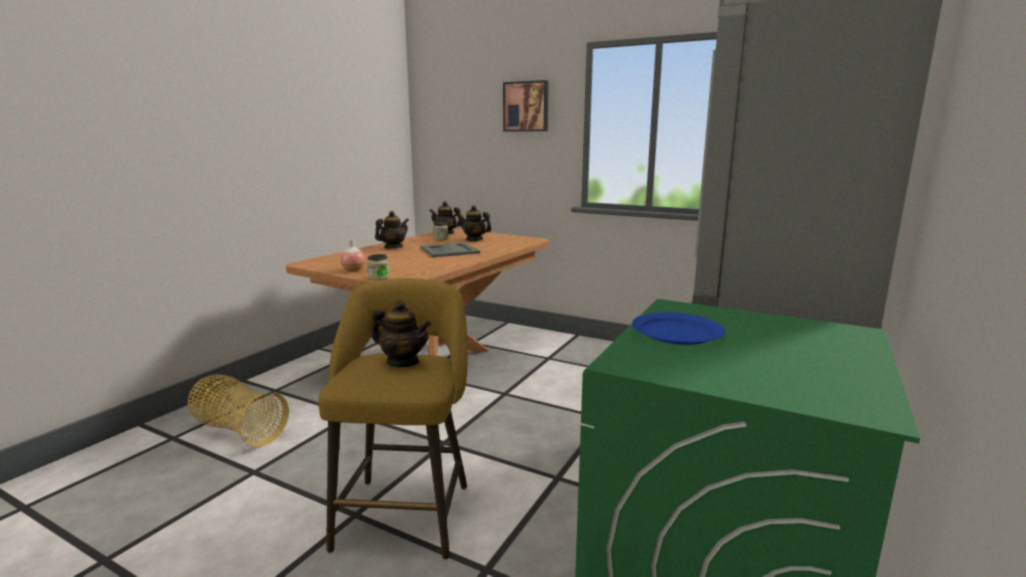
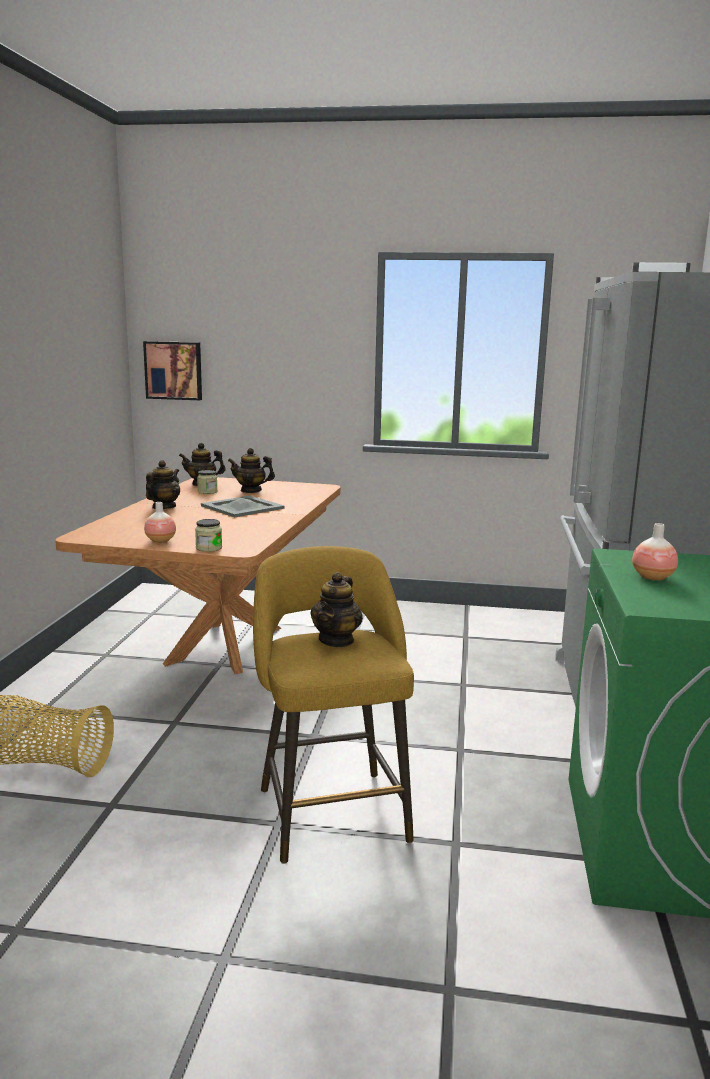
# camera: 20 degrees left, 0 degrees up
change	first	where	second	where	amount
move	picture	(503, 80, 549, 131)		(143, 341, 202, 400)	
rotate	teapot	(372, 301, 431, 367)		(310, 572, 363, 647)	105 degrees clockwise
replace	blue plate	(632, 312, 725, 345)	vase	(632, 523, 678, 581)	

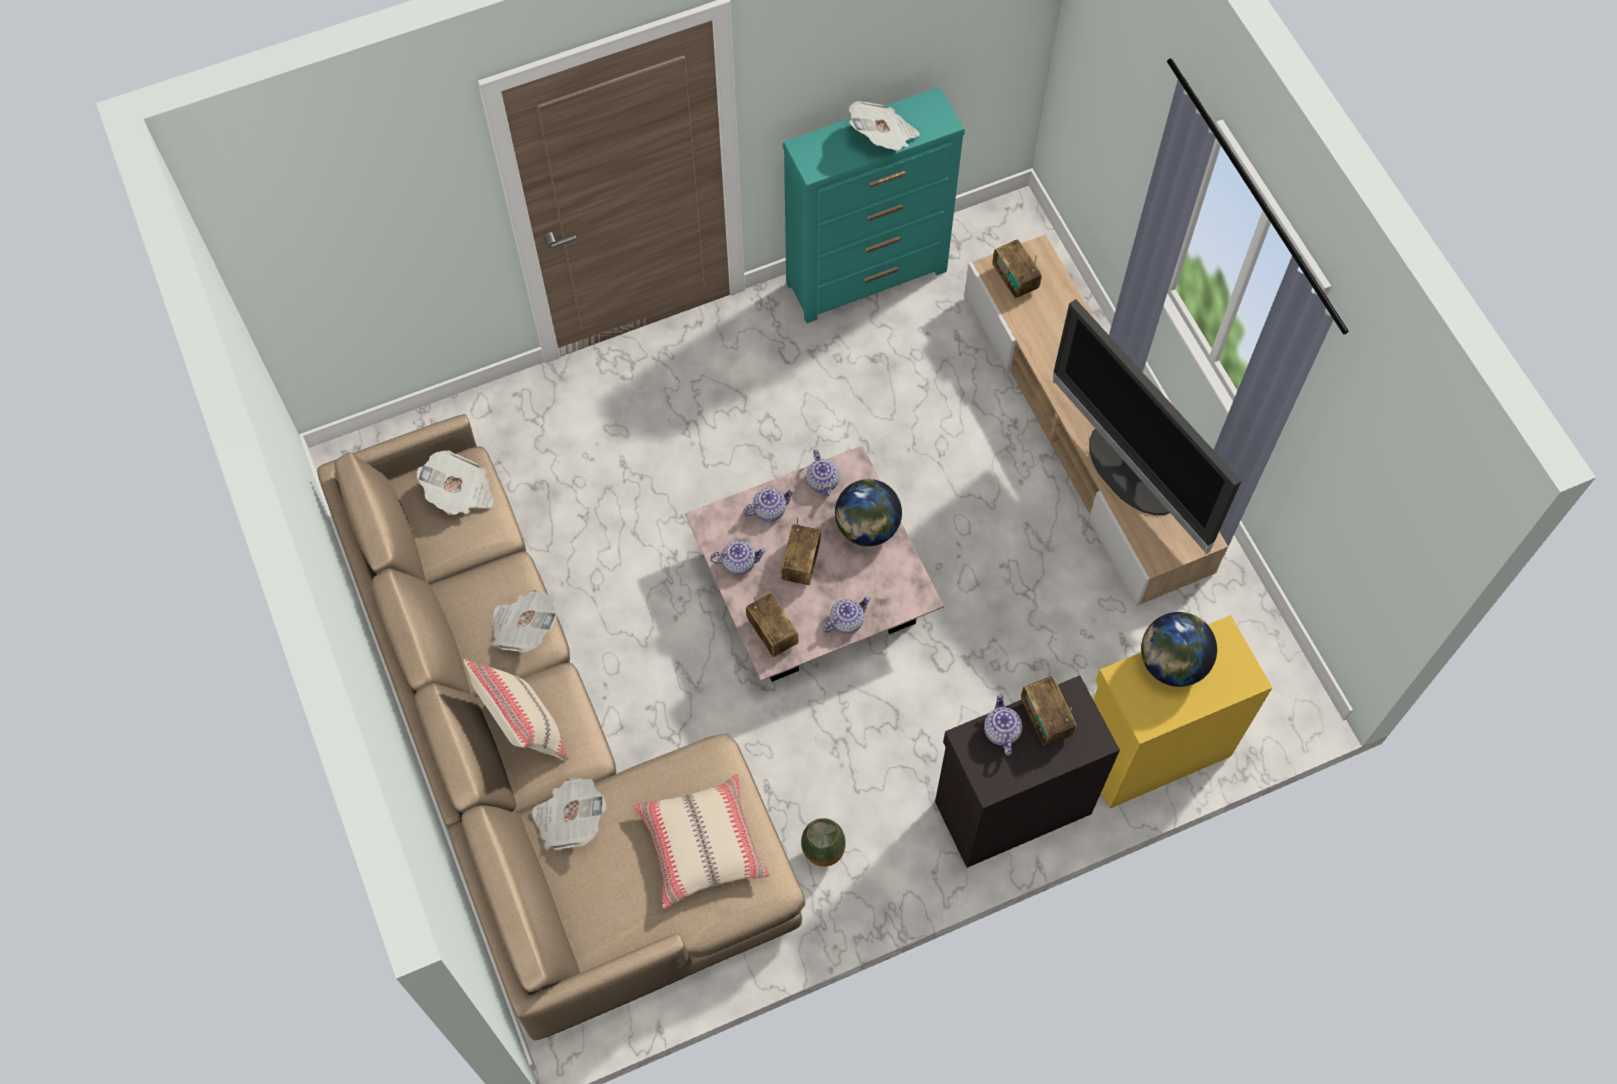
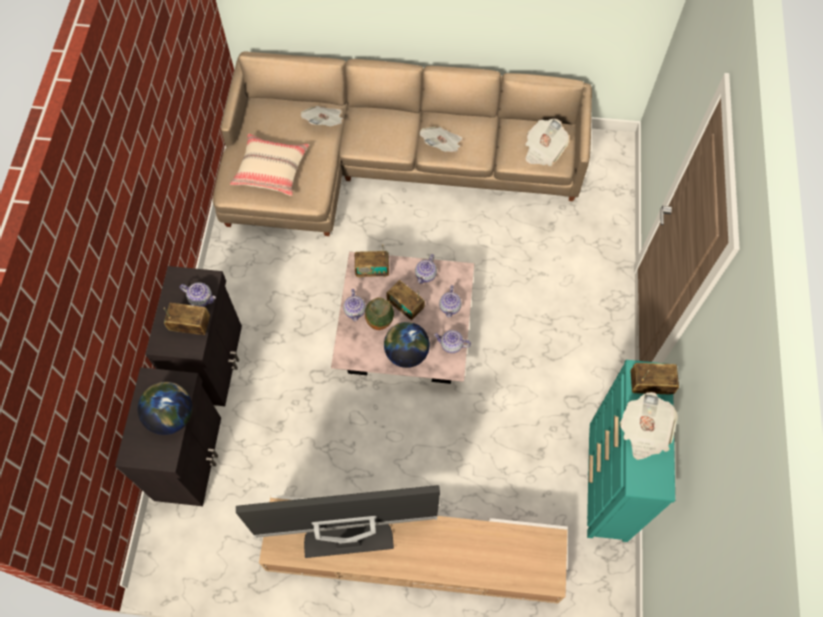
# camera: 120 degrees right, 0 degrees up
change	first	where	second	where	amount
move	radio	(993, 239, 1042, 299)		(631, 363, 679, 394)	
recolor	yellow cabinet	(1093, 615, 1273, 808)	black cabinet	(115, 367, 221, 506)	
delete	beige pillow	(464, 659, 568, 760)			
move	vase	(801, 818, 846, 867)		(365, 297, 394, 330)	

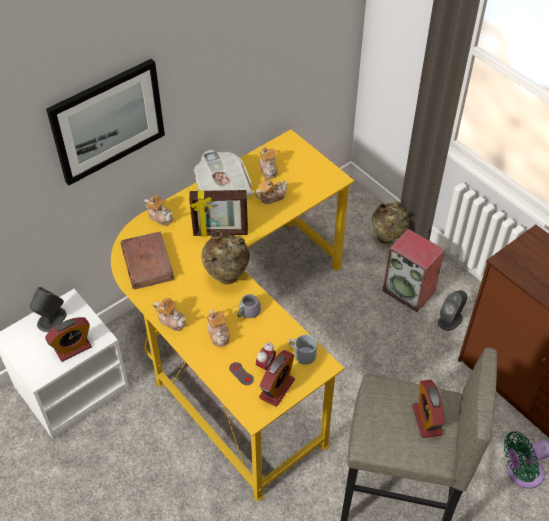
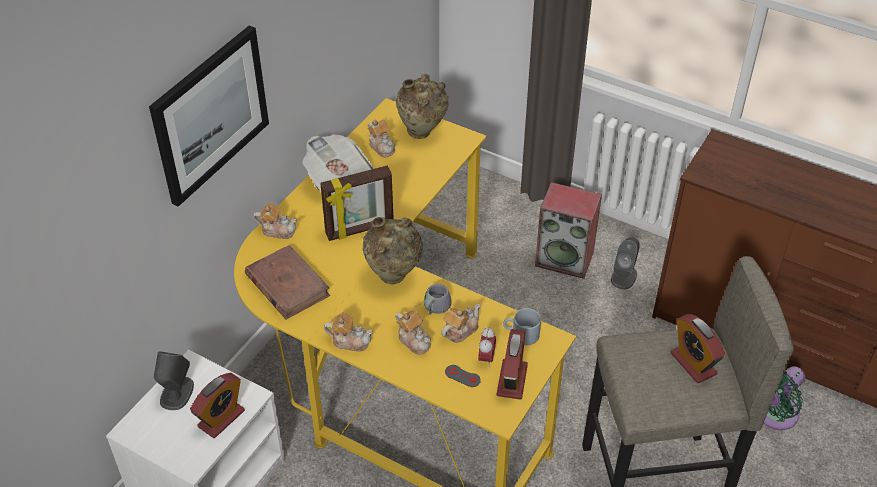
# camera: 20 degrees left, 5 degrees down
change	first	where	second	where	amount
move	teapot	(255, 178, 288, 204)		(441, 303, 480, 343)	
move	beige vase	(372, 202, 410, 244)		(396, 74, 449, 139)	

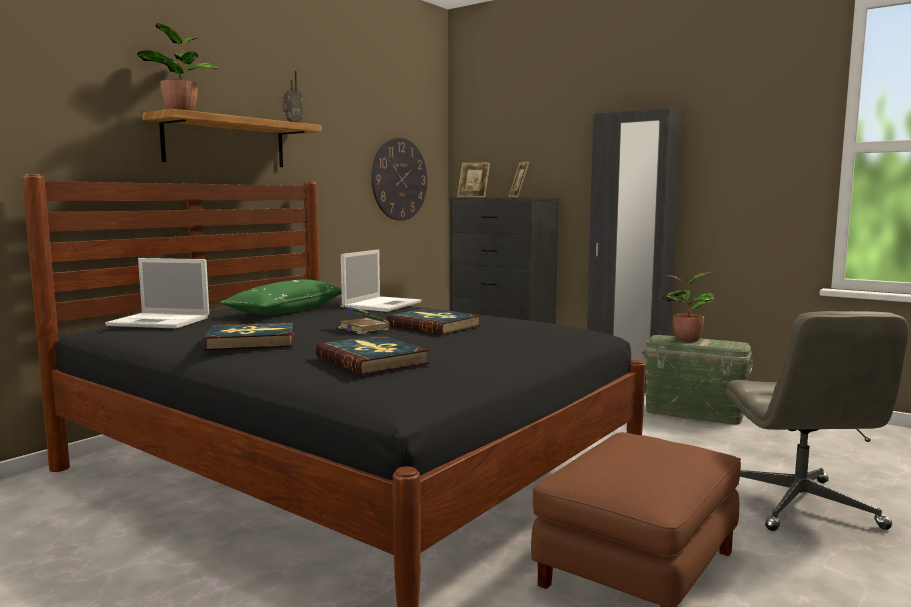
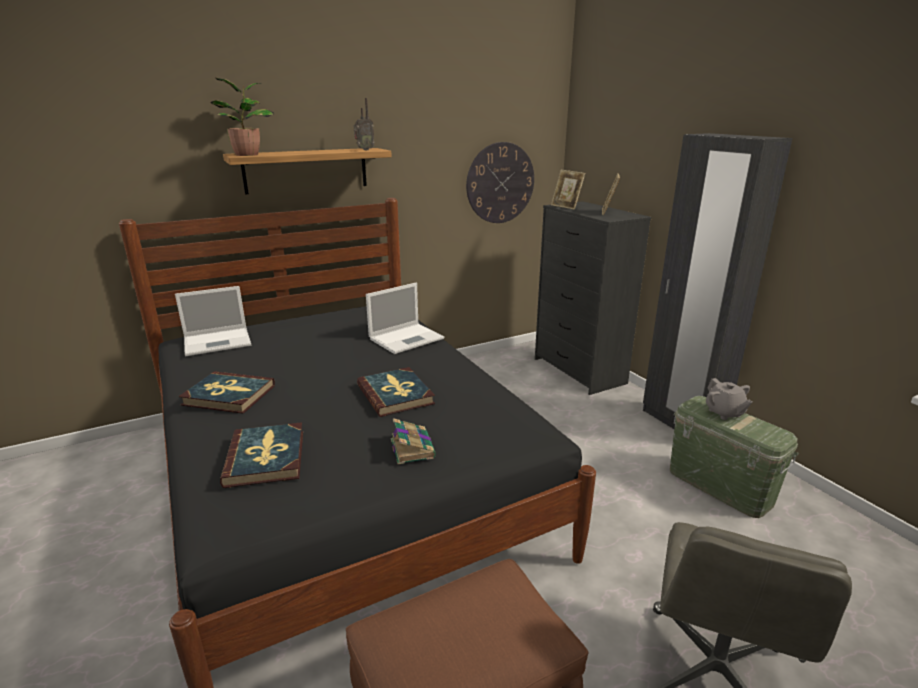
# camera: 25 degrees right, 15 degrees up
change	first	where	second	where	amount
rotate	laptop	(105, 258, 209, 328)		(175, 286, 251, 356)	60 degrees counterclockwise
replace	potted plant	(662, 272, 716, 342)	grey teapot	(706, 378, 753, 420)	
delete	green pillow	(219, 279, 342, 315)			
move	book	(338, 305, 390, 334)		(391, 418, 436, 464)	

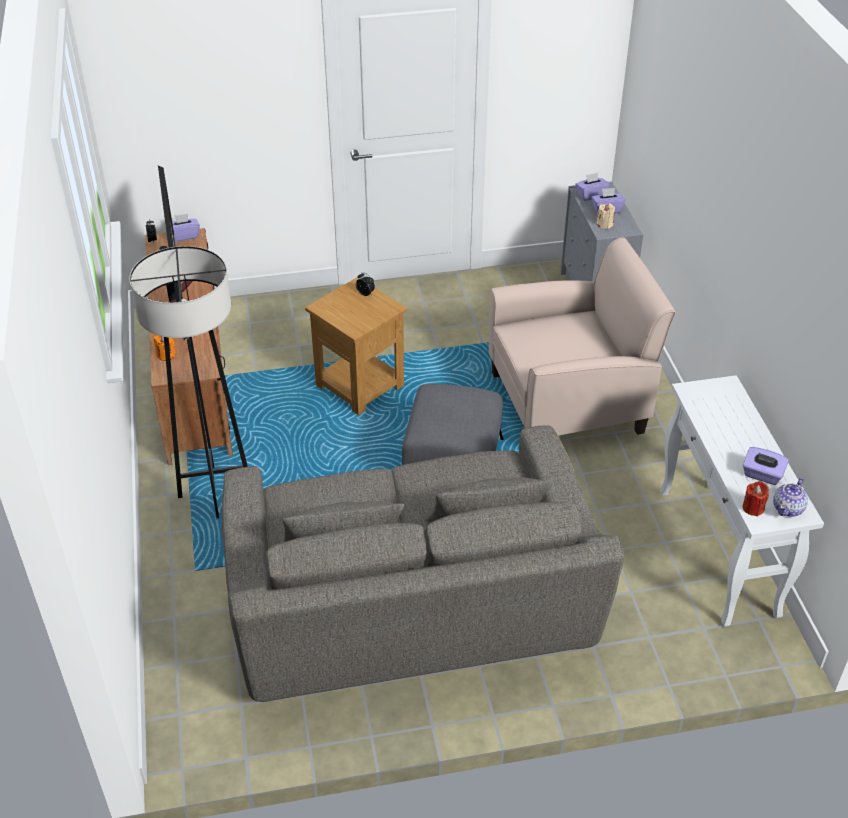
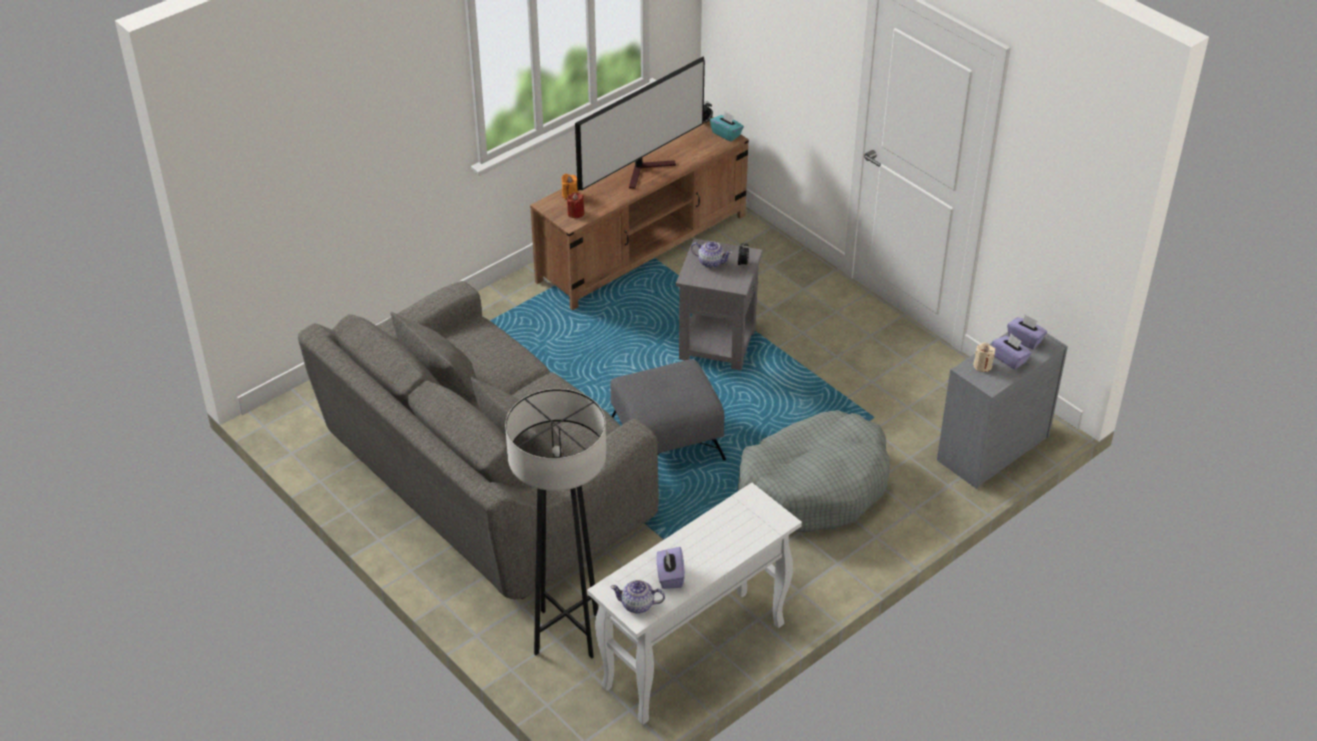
# camera: 60 degrees right, 0 degrees up
change	first	where	second	where	amount
recolor	purple tissue box	(172, 213, 200, 242)	turquoise tissue box	(710, 111, 744, 142)	
replace	beige armchair	(489, 237, 676, 436)	grey dog bed	(738, 410, 890, 532)	
move	grey floor lamp	(130, 246, 248, 518)		(505, 389, 606, 659)	
recolor	brown side table	(305, 278, 407, 415)	grey side table	(676, 239, 763, 370)	
move	red candle	(743, 481, 769, 517)		(567, 192, 584, 218)	
insert			teapot	(691, 241, 732, 268)	

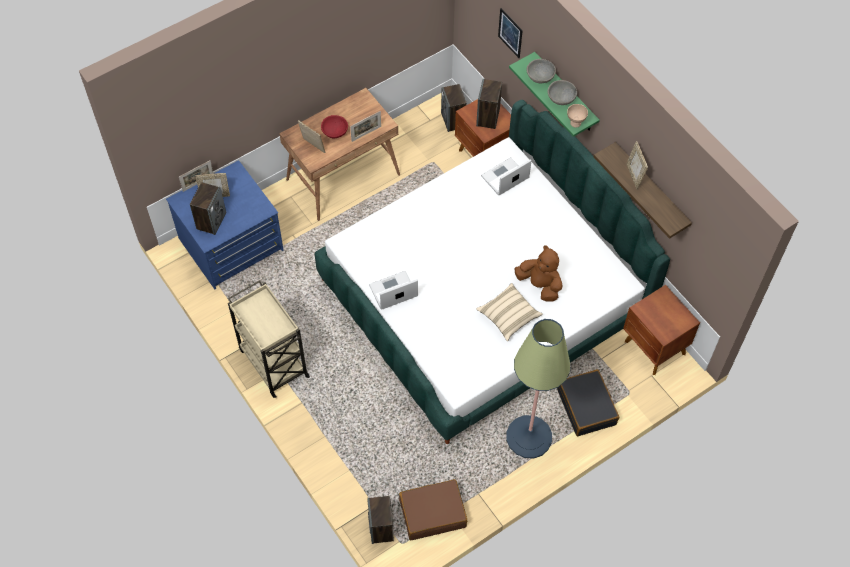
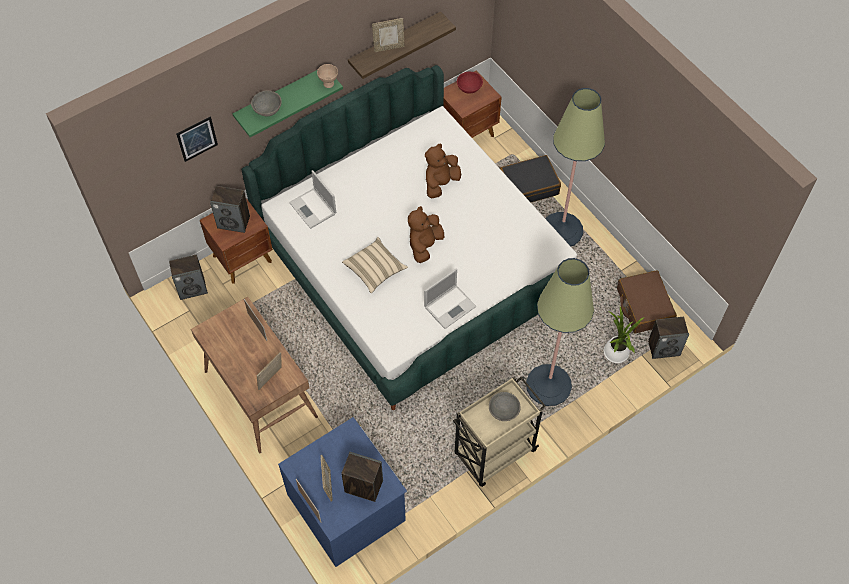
# camera: 90 degrees left, 0 degrees up
change	first	where	second	where	amount
move	grey bowl	(547, 80, 577, 105)		(489, 392, 521, 421)	
move	red bowl	(321, 115, 348, 138)		(457, 72, 483, 93)	
rotate	laptop	(369, 271, 418, 310)		(424, 269, 476, 329)	105 degrees counterclockwise
move	beige pillow	(476, 283, 543, 341)		(342, 237, 408, 293)	
insert			brown plush toy	(408, 206, 444, 263)	
insert			floor lamp	(526, 258, 594, 406)	
insert			potted plant	(604, 306, 644, 363)	

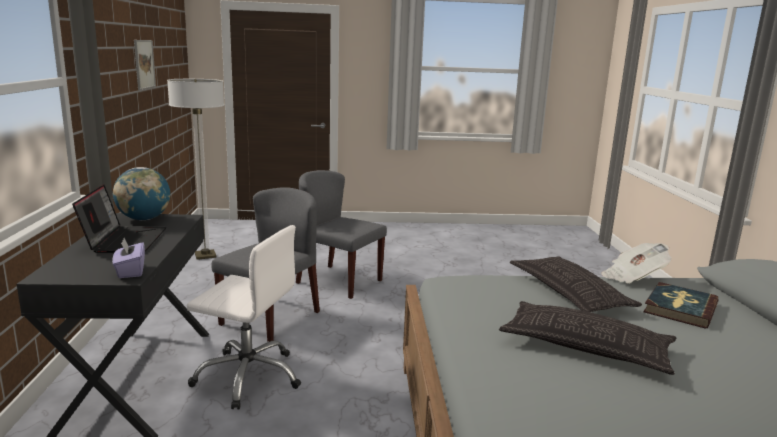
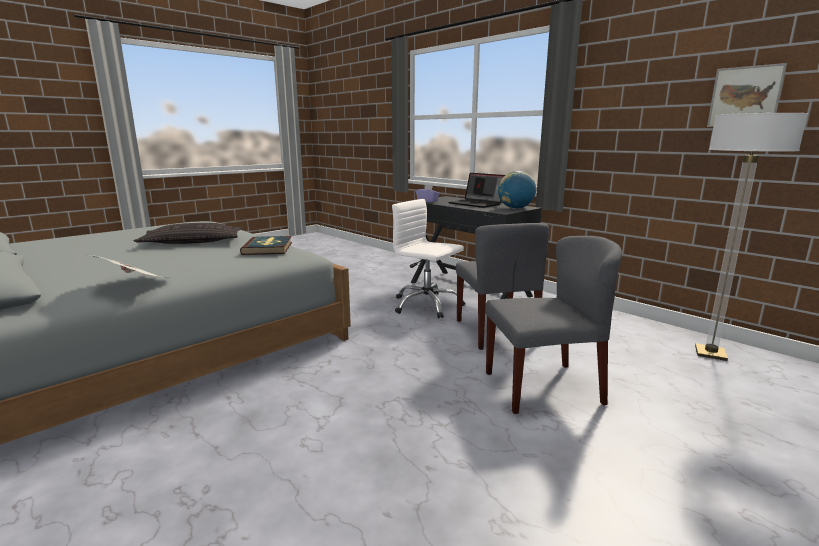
# camera: 140 degrees right, 0 degrees up
change	first	where	second	where	amount
rotate	white office chair	(187, 225, 301, 409)		(392, 199, 465, 319)	60 degrees clockwise
delete	pillow	(510, 256, 642, 312)			
move	book	(643, 282, 718, 329)		(240, 236, 292, 255)	

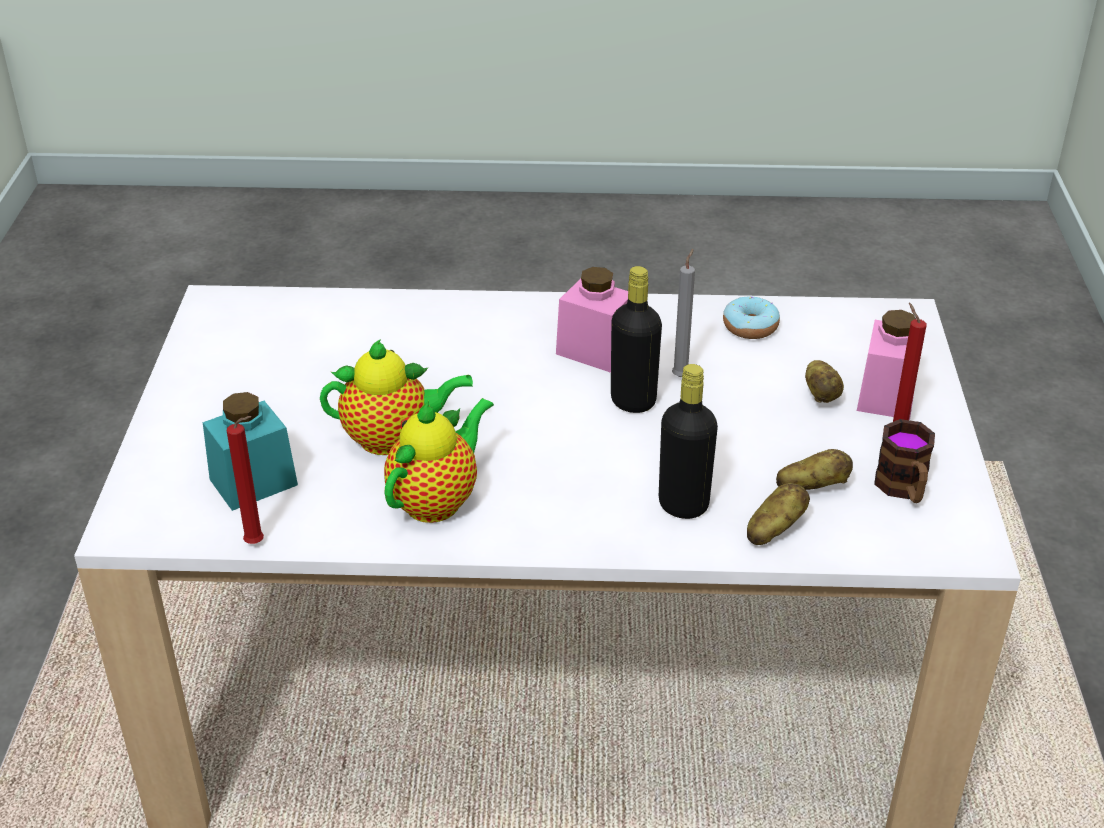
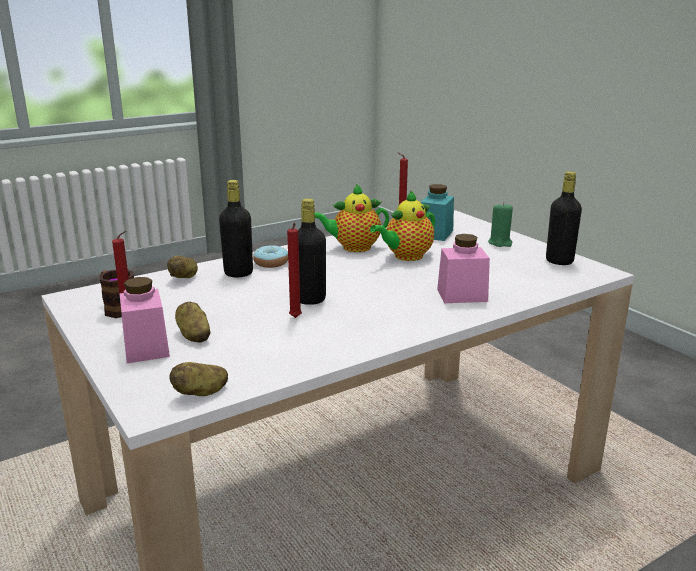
# camera: 145 degrees right, 15 degrees down
change	first	where	second	where	amount
recolor	grey candle	(672, 249, 695, 377)	red candle	(287, 223, 302, 318)	
move	pink jar	(556, 267, 628, 373)		(437, 234, 490, 303)	
move	donut	(723, 296, 780, 339)		(253, 246, 288, 268)	
rotate	teapot	(384, 398, 494, 523)		(315, 184, 389, 252)	75 degrees clockwise
move	potato	(776, 449, 853, 490)		(169, 362, 228, 396)	
insert			black bottle	(546, 171, 582, 265)	
insert			green candle	(488, 202, 513, 247)	

